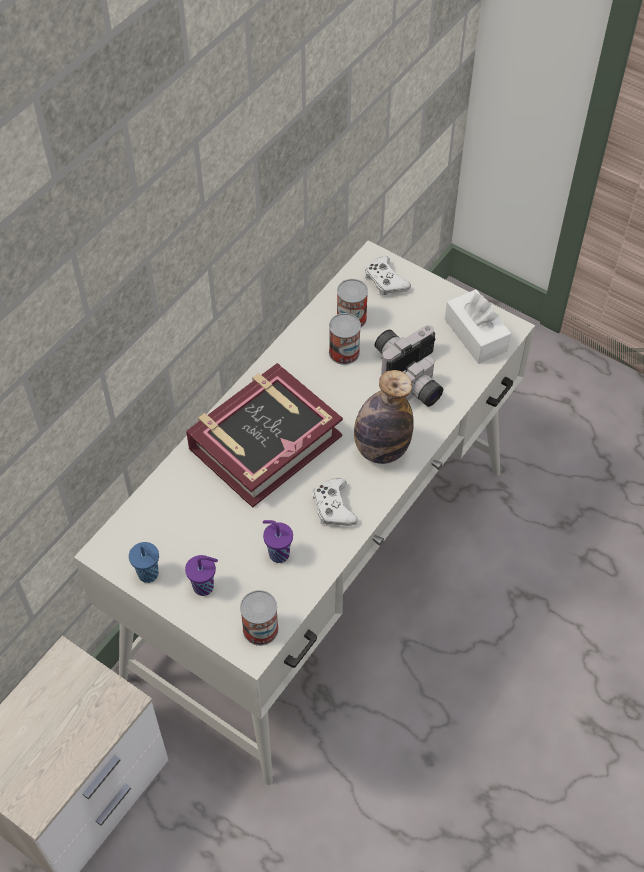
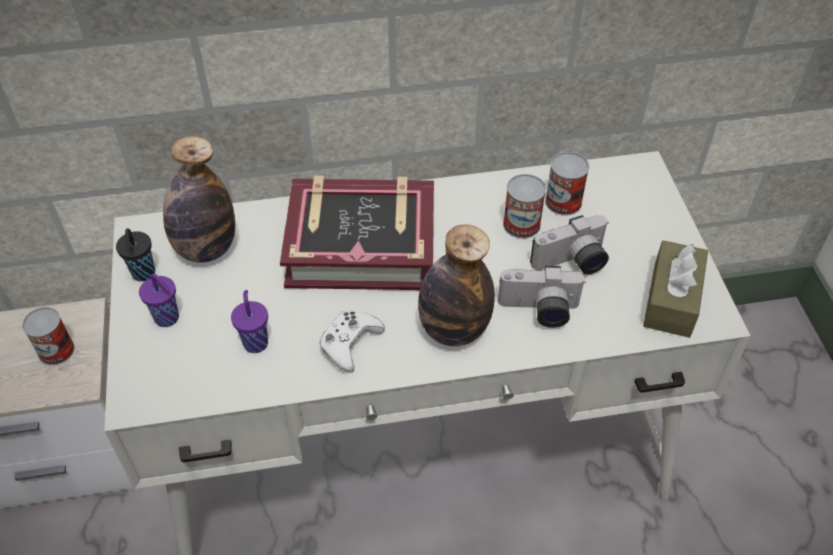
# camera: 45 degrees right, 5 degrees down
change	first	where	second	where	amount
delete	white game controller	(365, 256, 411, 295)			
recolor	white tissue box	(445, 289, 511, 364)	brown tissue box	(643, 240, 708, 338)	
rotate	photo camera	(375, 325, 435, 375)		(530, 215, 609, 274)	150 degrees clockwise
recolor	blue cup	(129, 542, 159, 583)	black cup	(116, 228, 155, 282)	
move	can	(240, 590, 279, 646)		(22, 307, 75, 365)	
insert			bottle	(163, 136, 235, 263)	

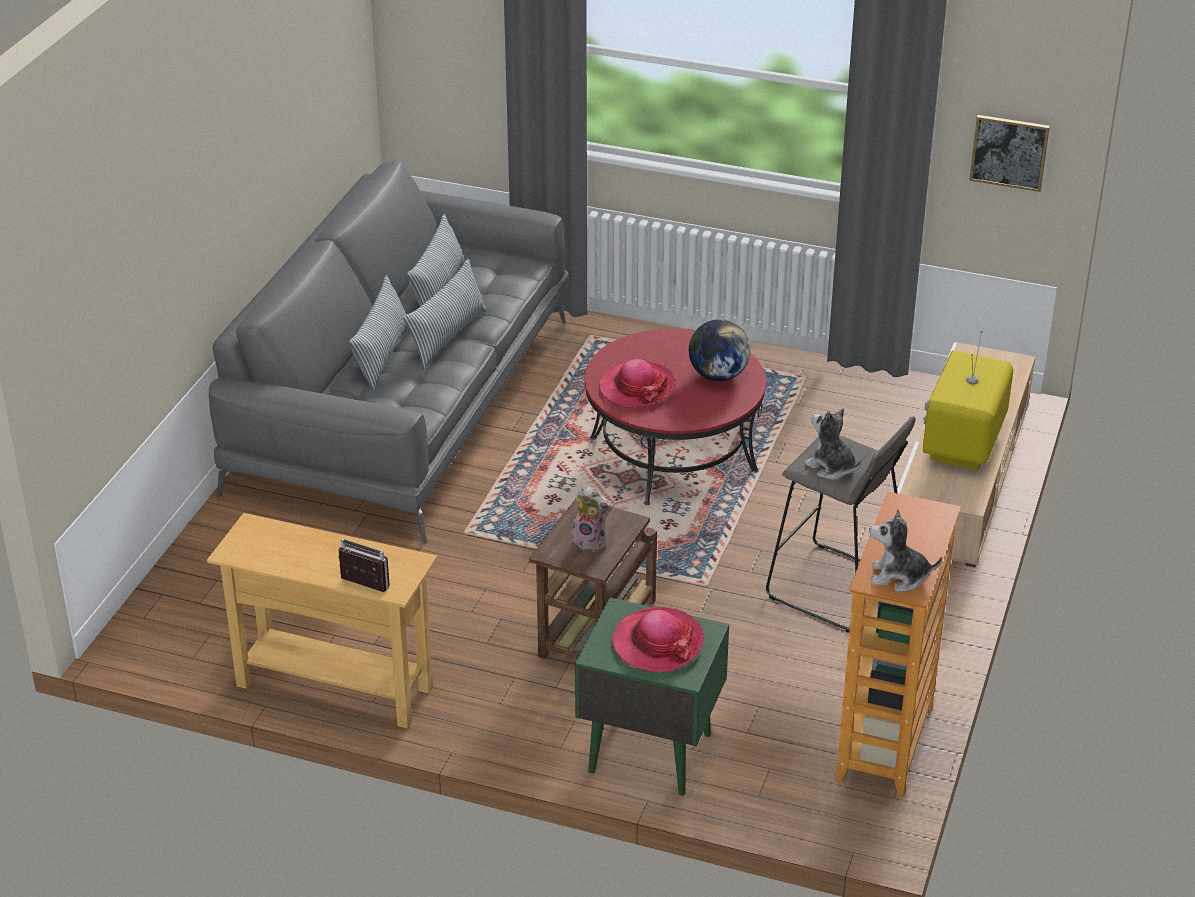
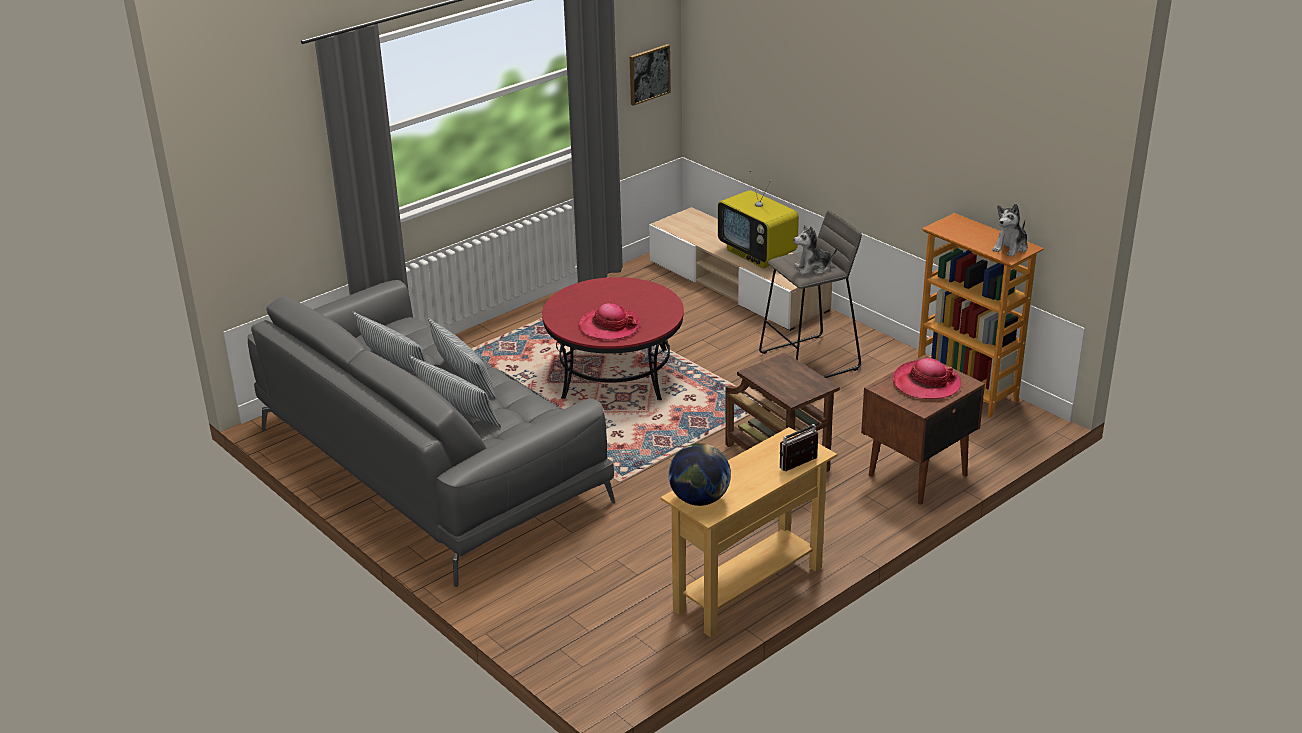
# camera: 60 degrees left, 5 degrees down
change	first	where	second	where	amount
move	globe	(689, 319, 750, 381)		(668, 443, 731, 506)	
delete	plush toy	(572, 485, 612, 552)			
recolor	green nightstand	(575, 598, 729, 796)	brown nightstand	(861, 355, 985, 505)	

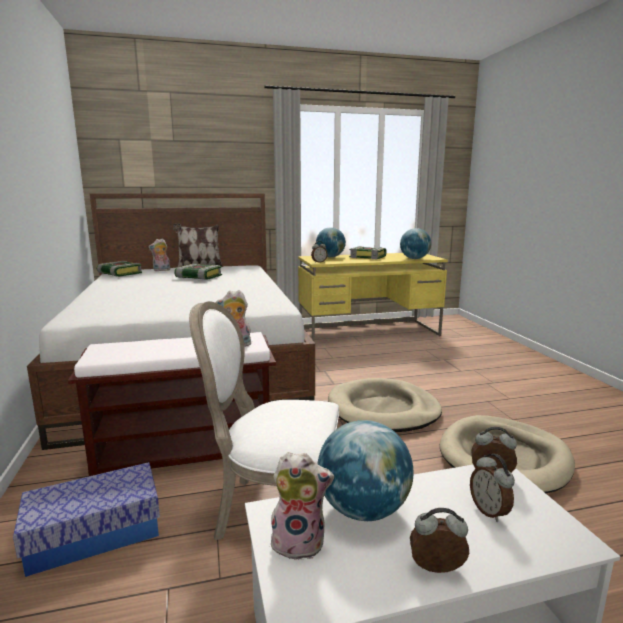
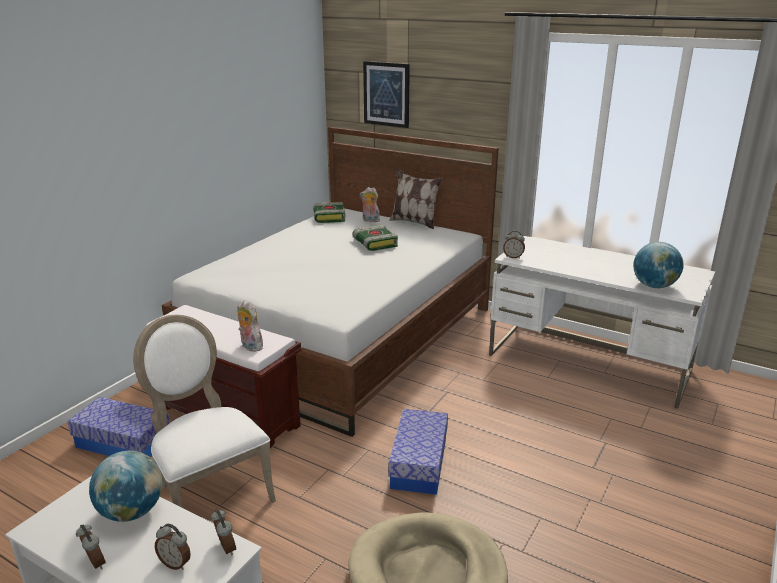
# camera: 45 degrees right, 10 degrees up
change	first	where	second	where	amount
delete	globe	(316, 227, 346, 257)			
delete	book	(349, 246, 387, 259)			
recolor	yellow desk	(298, 253, 448, 342)	white desk	(489, 236, 715, 408)	
replace	beige dog bed	(328, 378, 442, 432)	storage box	(388, 409, 448, 495)	
delete	plush toy	(271, 452, 334, 560)			
rotate	alarm clock	(470, 454, 515, 522)		(155, 524, 191, 570)	90 degrees counterclockwise
insert			picture	(363, 61, 410, 128)	

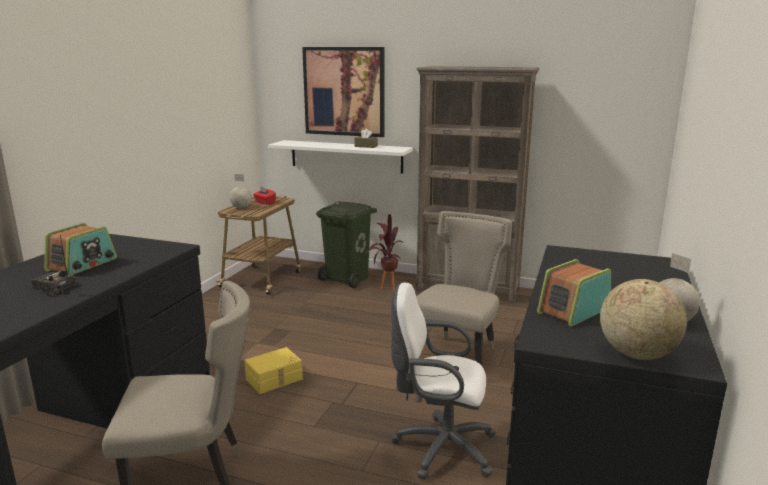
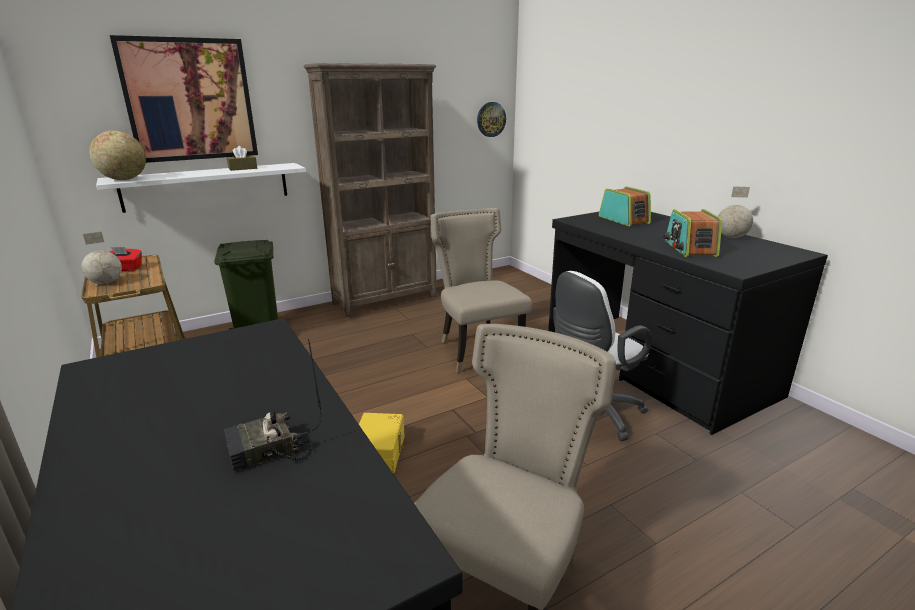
# camera: 50 degrees left, 5 degrees up
change	first	where	second	where	amount
delete	potted plant	(363, 214, 404, 292)			
move	radio	(44, 223, 117, 275)		(599, 186, 651, 226)	
move	globe	(600, 279, 687, 360)		(89, 130, 146, 180)	
insert			wall clock	(477, 102, 506, 137)	

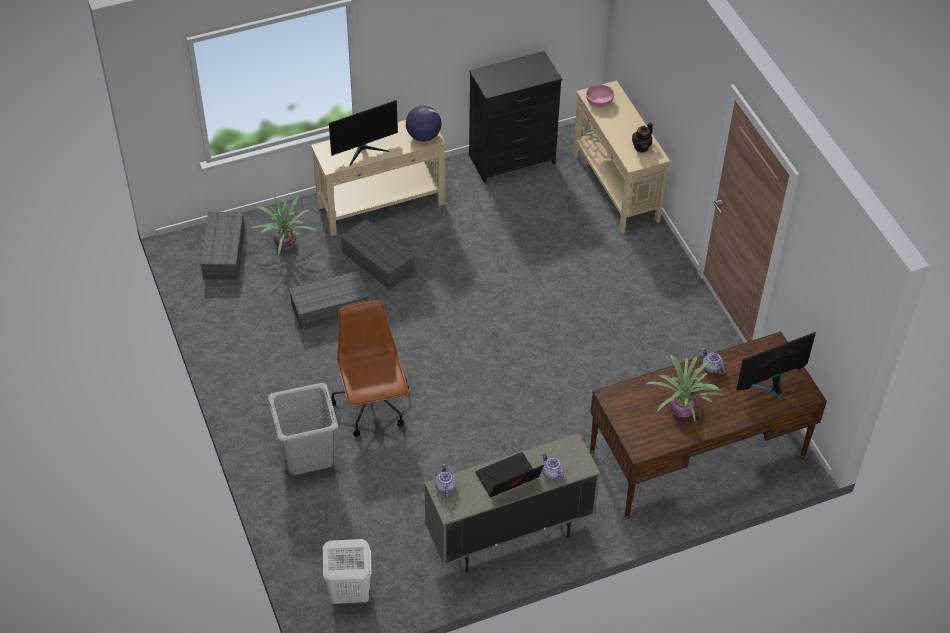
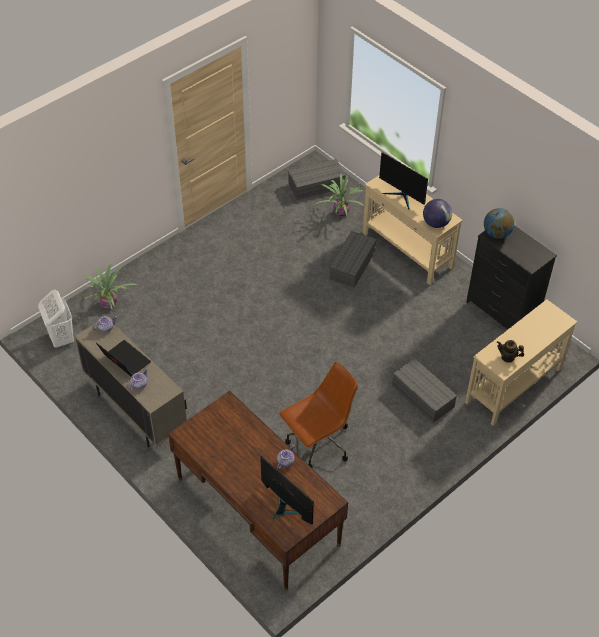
# camera: 70 degrees right, 0 degrees up
change	first	where	second	where	amount
delete	pink bowl	(586, 84, 614, 108)			
move	grey storage box	(289, 271, 370, 330)		(392, 358, 457, 423)	
move	brown office chair	(331, 300, 409, 436)		(279, 362, 358, 468)	
move	potted plant	(646, 355, 724, 422)		(83, 263, 137, 311)	
delete	grey laundry basket	(268, 383, 338, 475)			
insert			globe	(484, 208, 514, 239)	

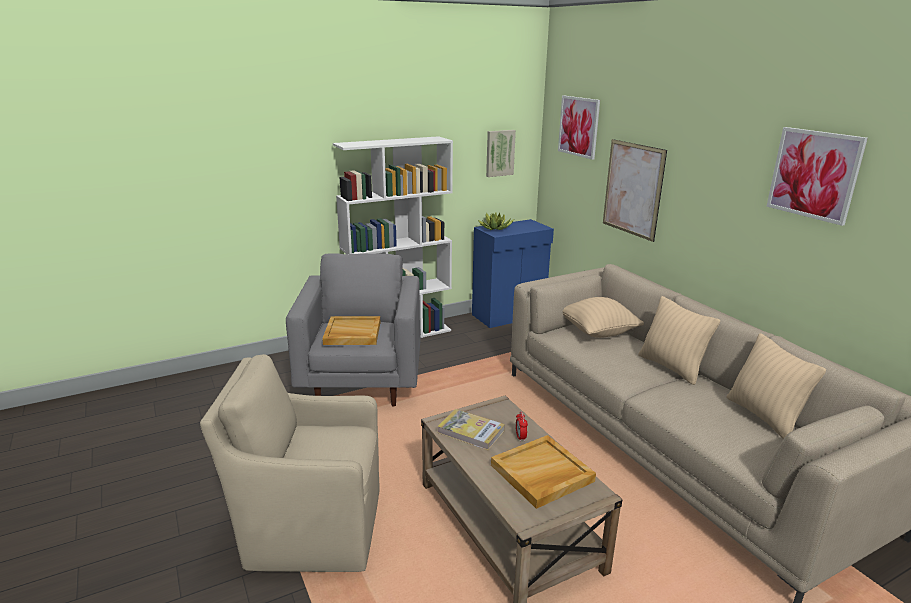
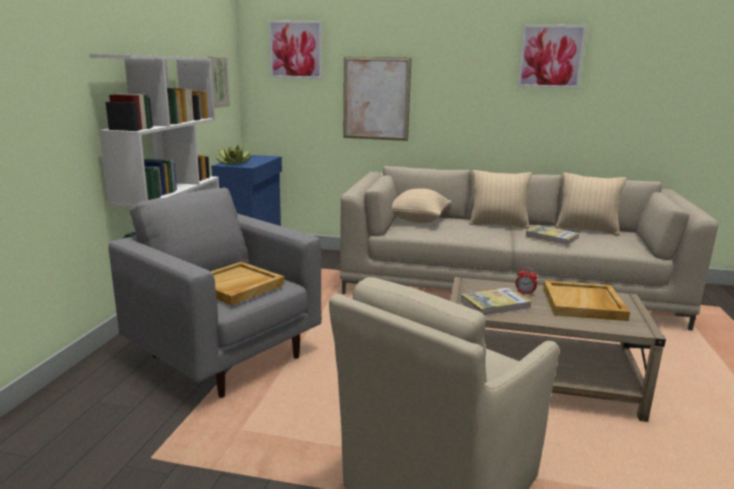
# camera: 50 degrees left, 5 degrees down
change	first	where	second	where	amount
insert			book	(526, 225, 579, 245)	

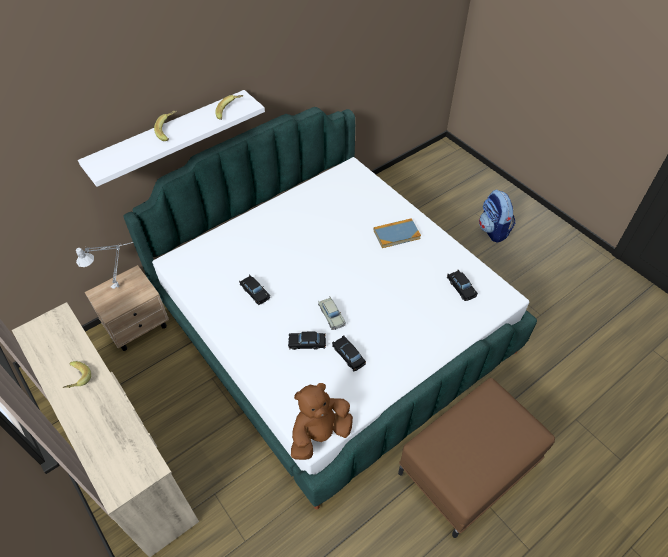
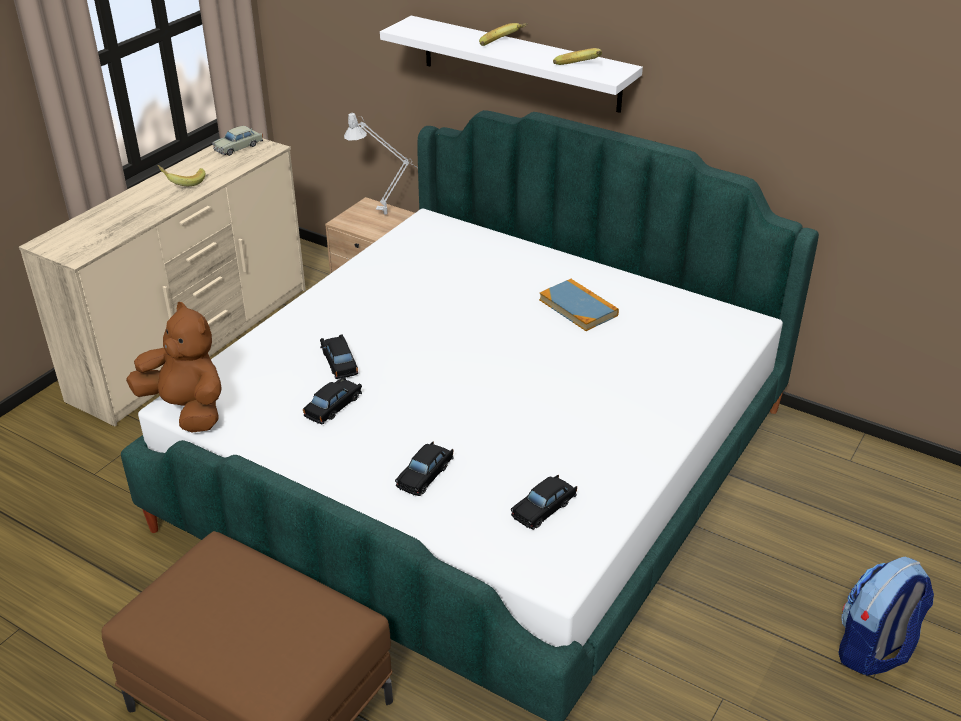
# camera: 70 degrees right, 15 degrees down
change	first	where	second	where	amount
move	book	(374, 218, 421, 248)		(539, 279, 619, 331)	
move	black toy car	(239, 275, 270, 305)		(395, 441, 454, 496)	
move	beige toy car	(318, 297, 346, 330)		(212, 126, 263, 156)	

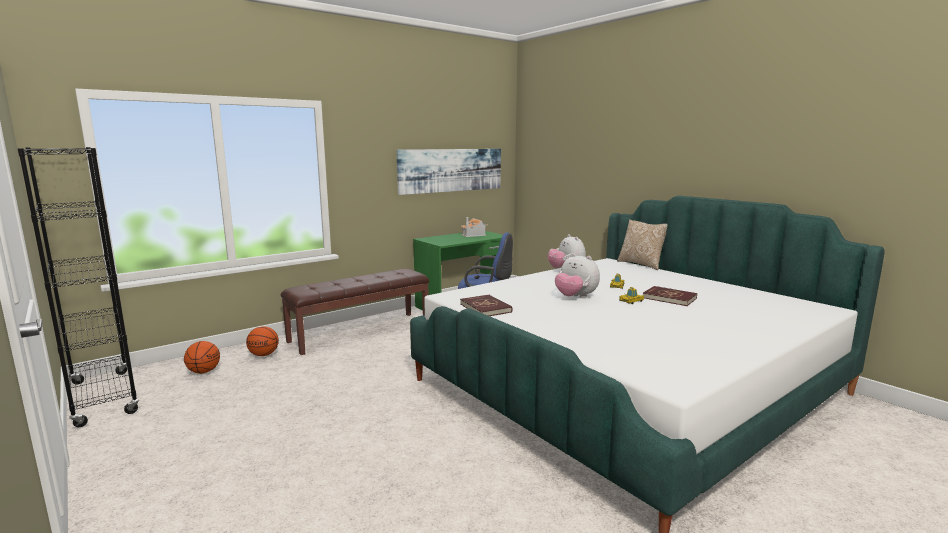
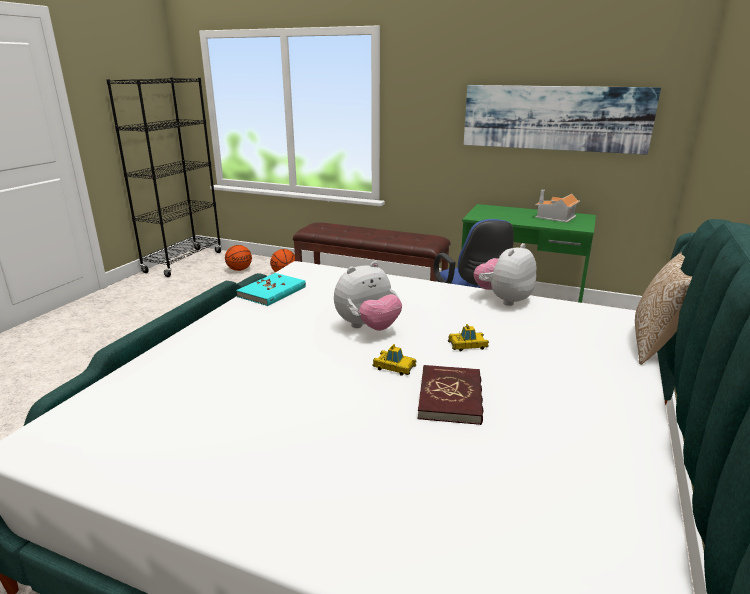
# camera: 60 degrees right, 10 degrees up
change	first	where	second	where	amount
rotate	plush toy	(555, 253, 600, 298)		(334, 261, 402, 331)	135 degrees counterclockwise
recolor	red book	(460, 294, 512, 316)	turquoise book	(236, 273, 306, 306)	

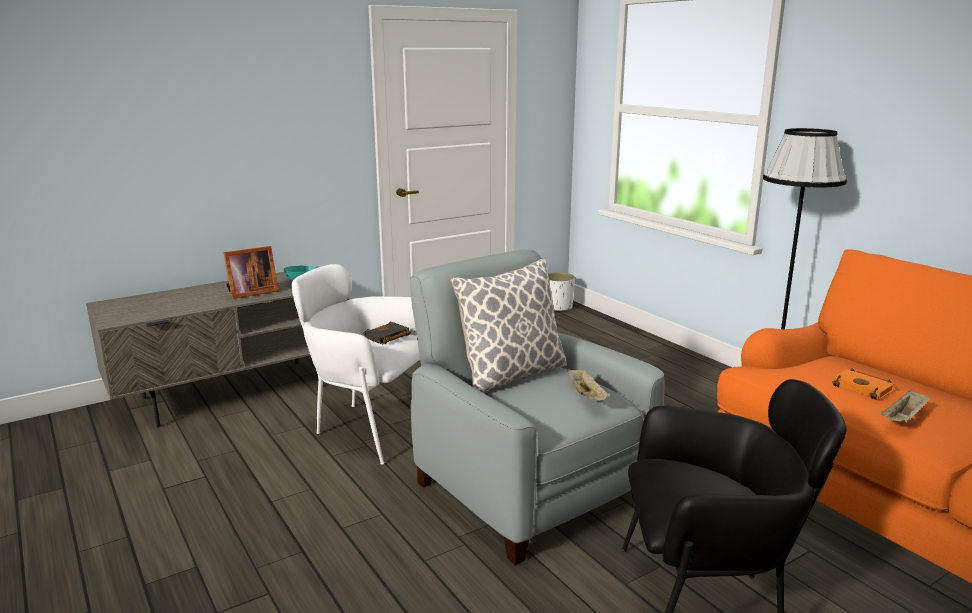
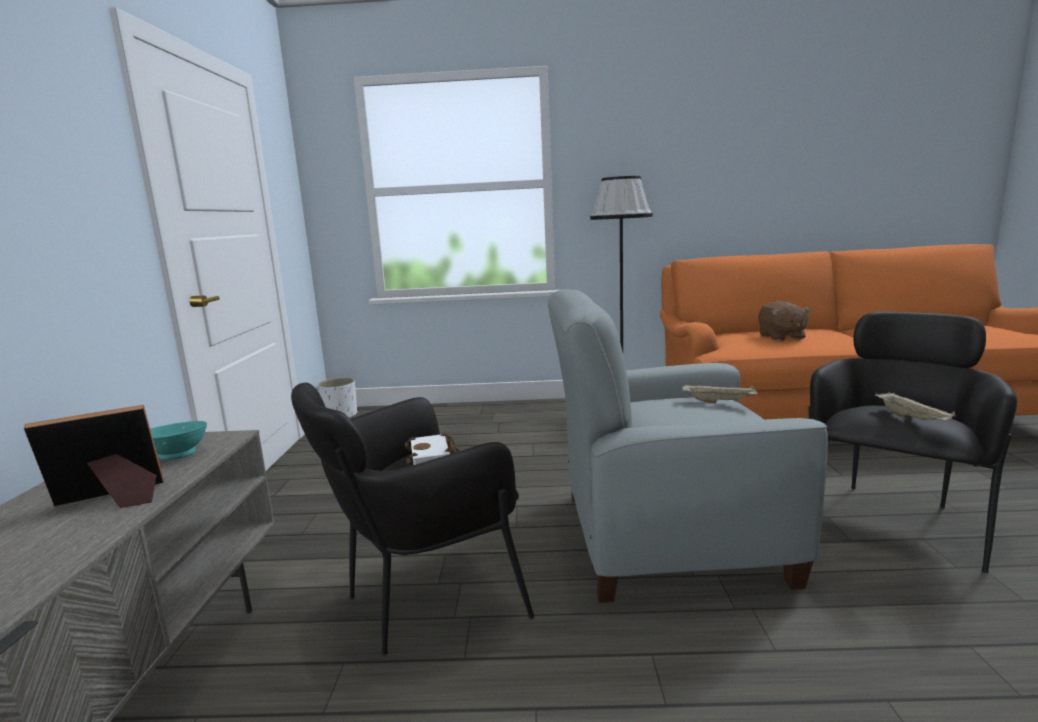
# camera: 55 degrees left, 5 degrees down
change	first	where	second	where	amount
rotate	picture frame	(223, 246, 279, 299)		(24, 405, 164, 508)	120 degrees counterclockwise
delete	pillow	(450, 259, 567, 392)			
recolor	white armchair	(292, 264, 420, 465)	black armchair	(291, 383, 535, 656)	
recolor	black book	(363, 322, 411, 344)	white book	(404, 433, 457, 466)	
replace	orange book	(832, 368, 894, 400)	brown plush toy	(758, 301, 812, 341)	
move	beige tray	(881, 390, 930, 422)		(875, 392, 956, 420)	

